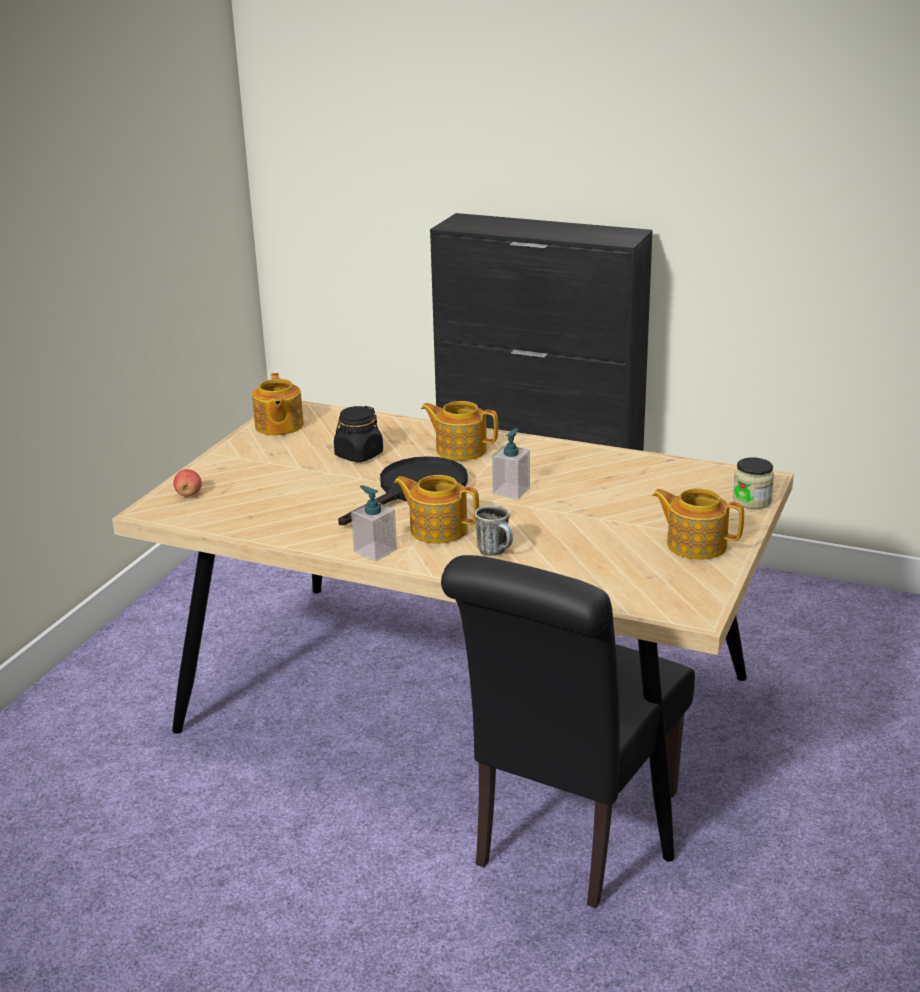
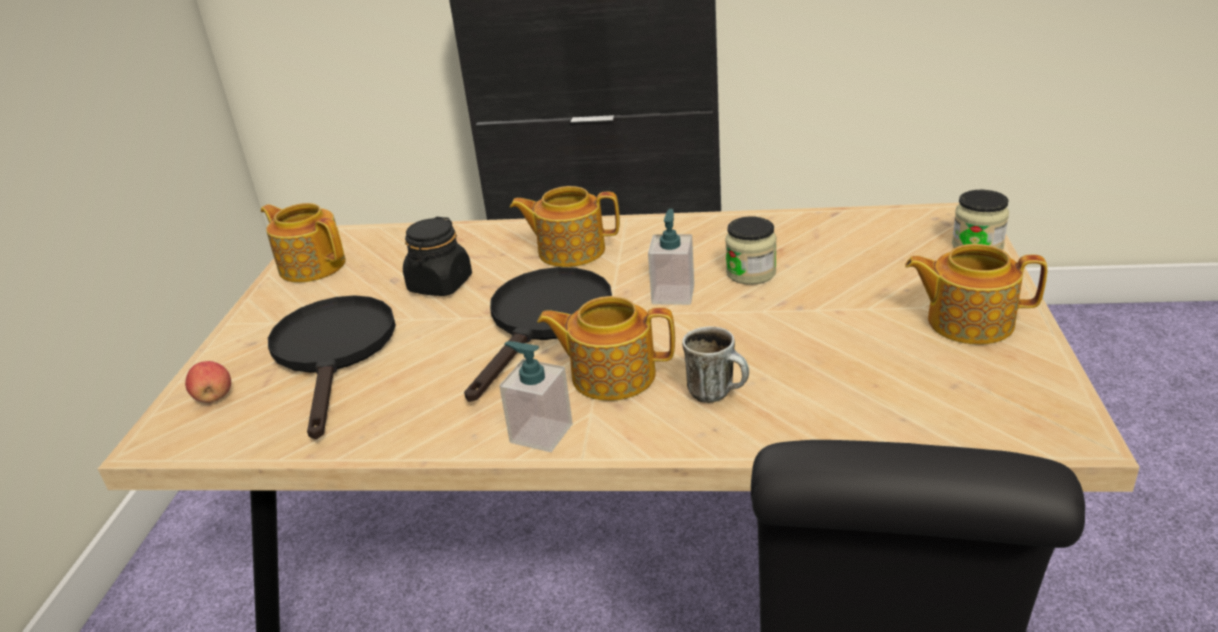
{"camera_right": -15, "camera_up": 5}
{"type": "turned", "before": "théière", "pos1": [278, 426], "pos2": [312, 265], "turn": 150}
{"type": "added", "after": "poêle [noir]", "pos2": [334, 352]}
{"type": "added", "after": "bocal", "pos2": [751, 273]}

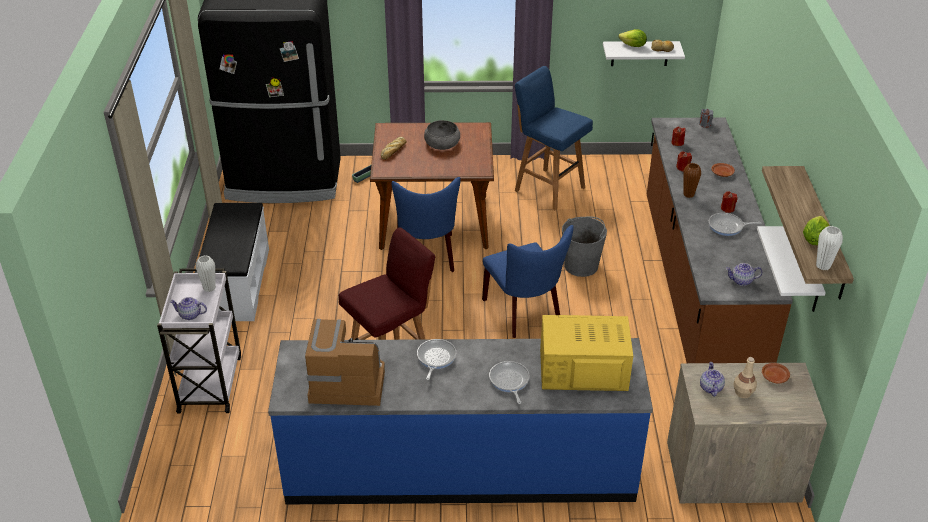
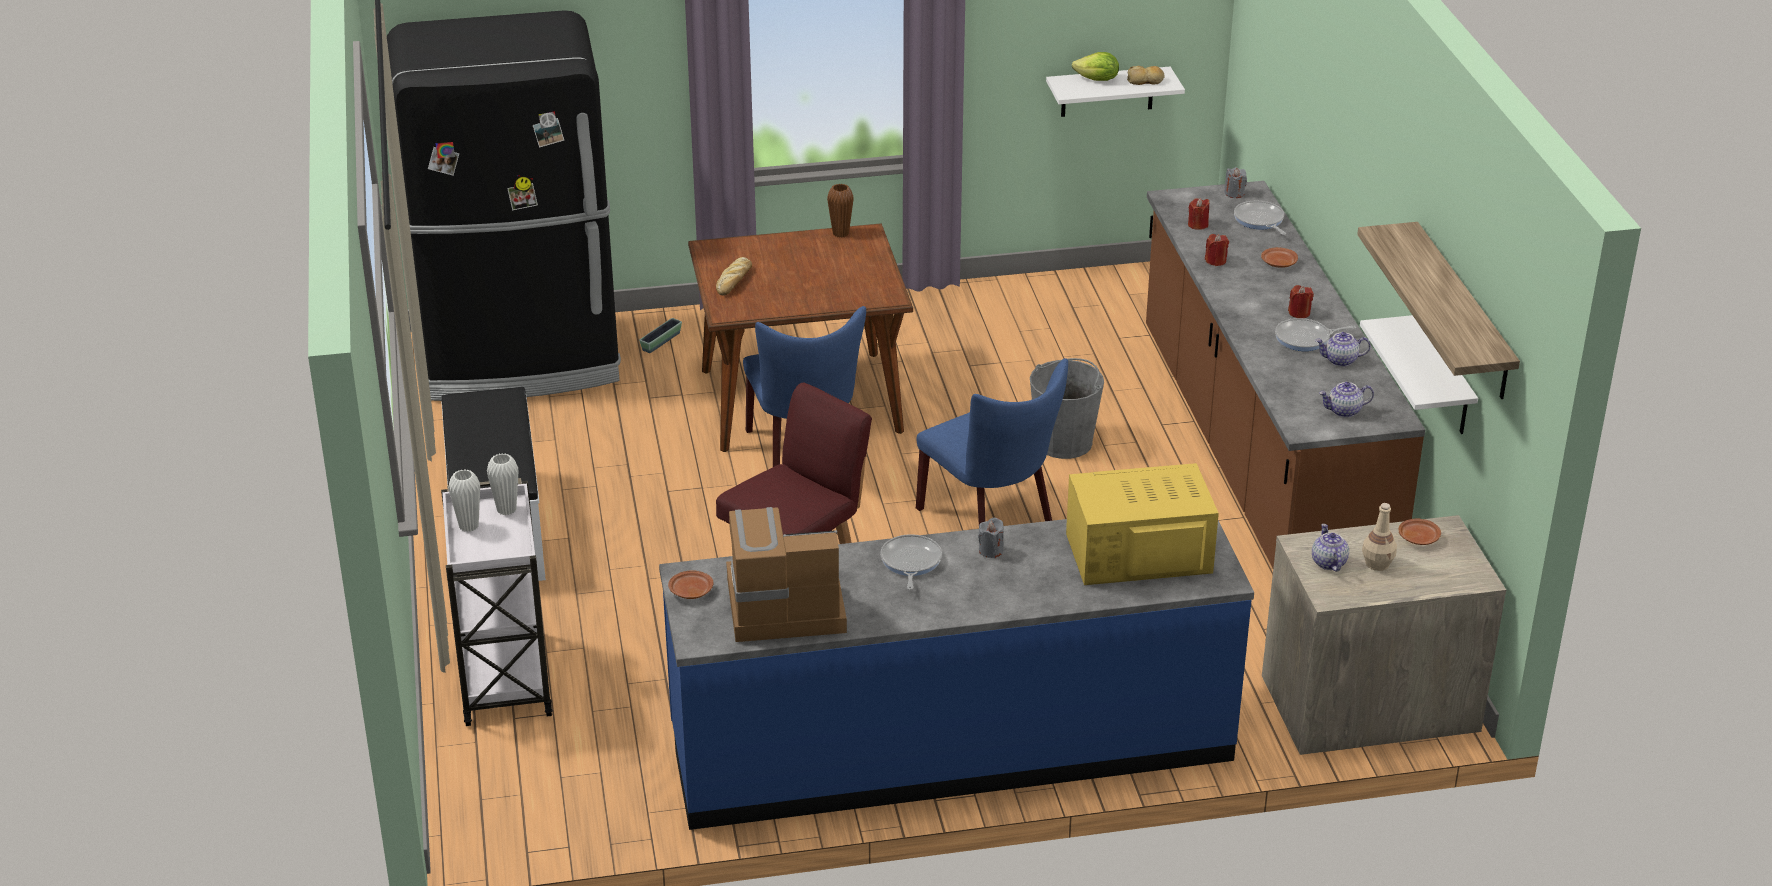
{"camera_right": -10, "camera_up": -5}
{"type": "moved", "before": "théière", "pos1": [190, 315], "pos2": [1340, 361]}
{"type": "removed", "before": "bol [gris]", "pos1": [442, 143]}
{"type": "moved", "before": "poêle", "pos1": [509, 381], "pos2": [1259, 220]}
{"type": "removed", "before": "tabouret [bleu]", "pos1": [548, 188]}
{"type": "moved", "before": "vase [marron]", "pos1": [688, 194], "pos2": [840, 233]}
{"type": "removed", "before": "laitue", "pos1": [814, 240]}
{"type": "moved", "before": "vase [blanc]", "pos1": [823, 266], "pos2": [469, 526]}
{"type": "added", "after": "assiette [marron]", "pos2": [690, 591]}
{"type": "added", "after": "bougie [gris]", "pos2": [991, 550]}

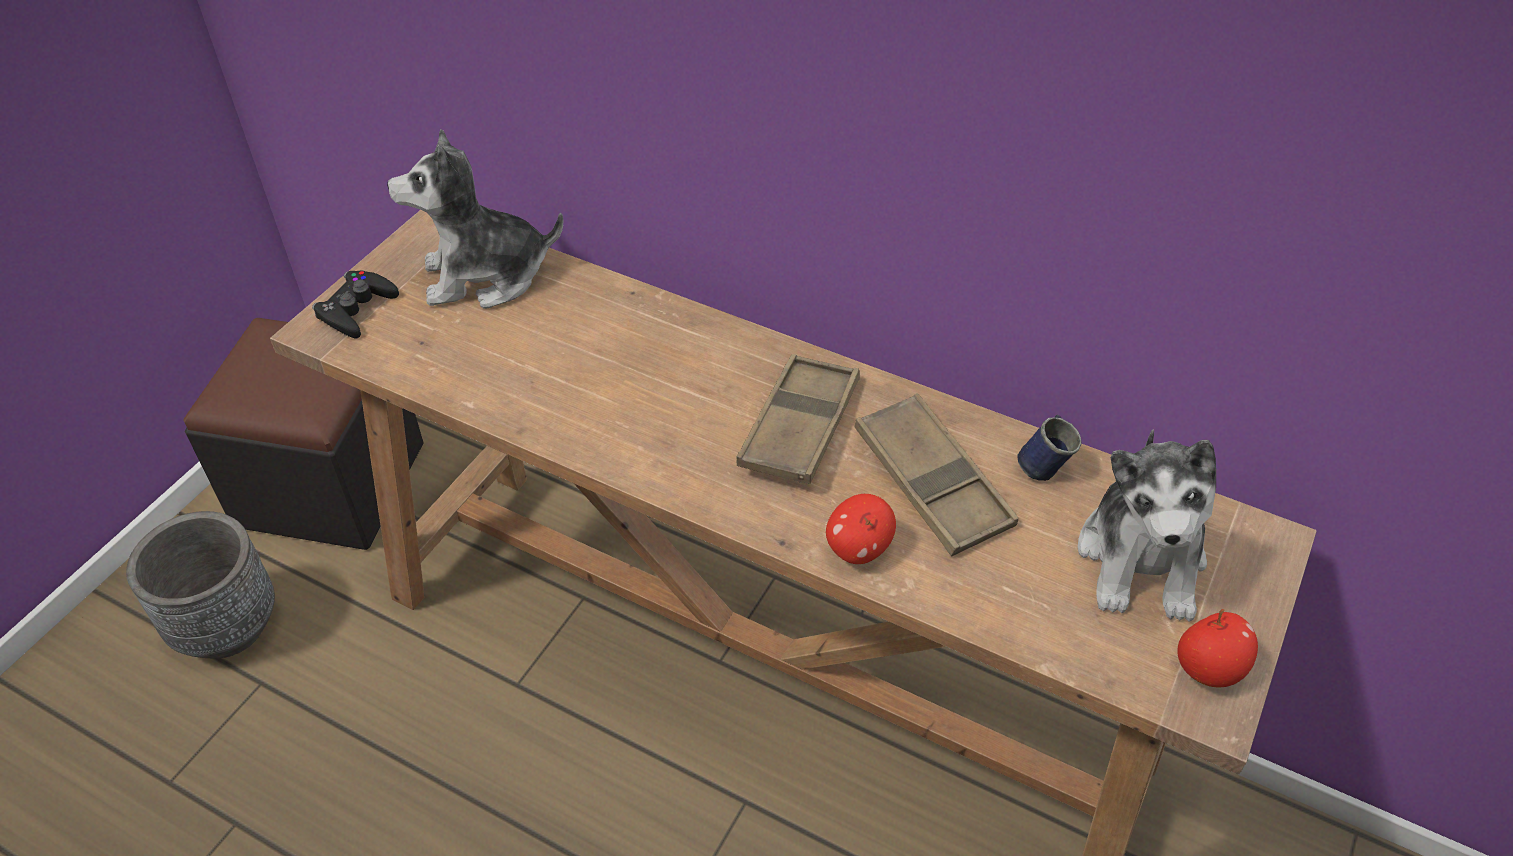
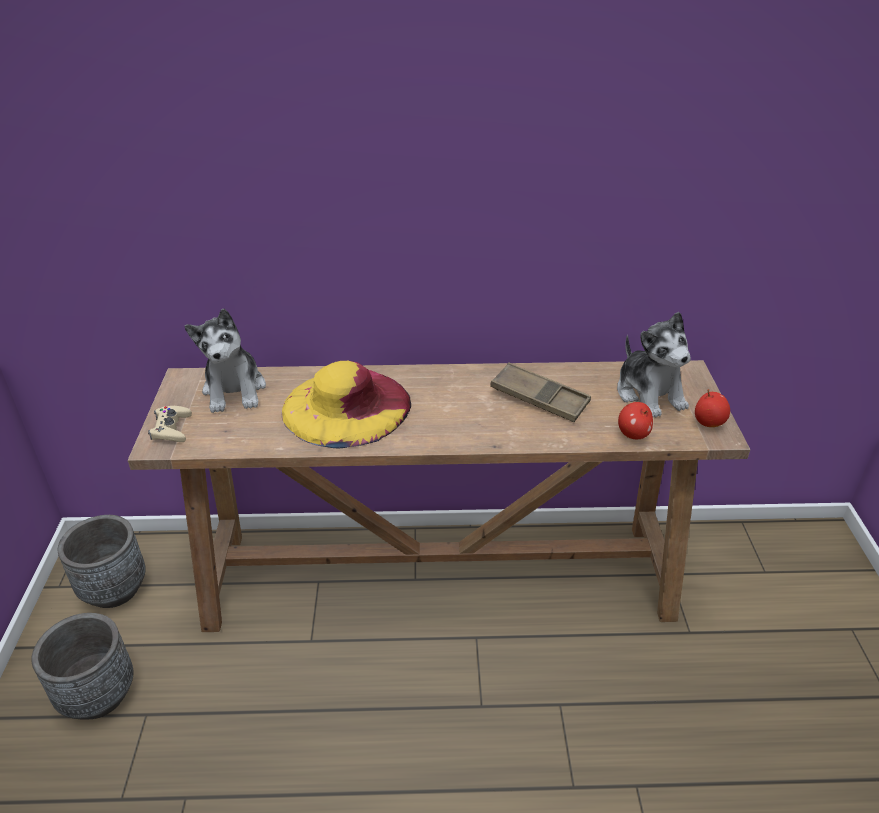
{"camera_right": -30, "camera_up": -10}
{"type": "replaced", "before": "pouf [noir]", "after": "cache-pot [gris]", "pos1": [330, 484], "pos2": [114, 589]}
{"type": "recoloured", "before": "manette [noir]", "after": "manette [beige]", "pos1": [357, 310], "pos2": [171, 429]}
{"type": "turned", "before": "peluche", "pos1": [485, 276], "pos2": [235, 390], "turn": -60}
{"type": "removed", "before": "plateau [marron]", "pos1": [799, 427]}
{"type": "moved", "before": "pomme", "pos1": [858, 548], "pos2": [633, 434]}
{"type": "removed", "before": "mug [bleu]", "pos1": [1044, 464]}
{"type": "added", "after": "chapeau [jaune]", "pos2": [346, 406]}

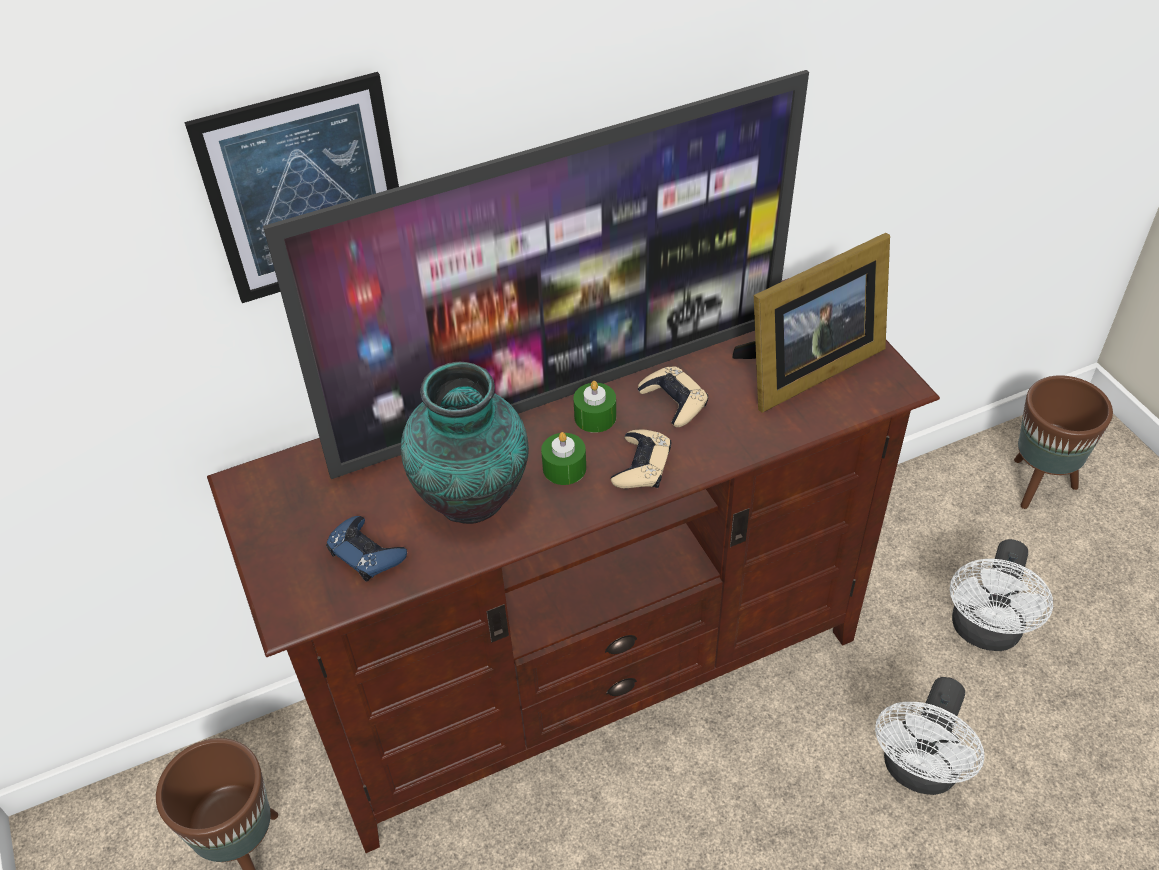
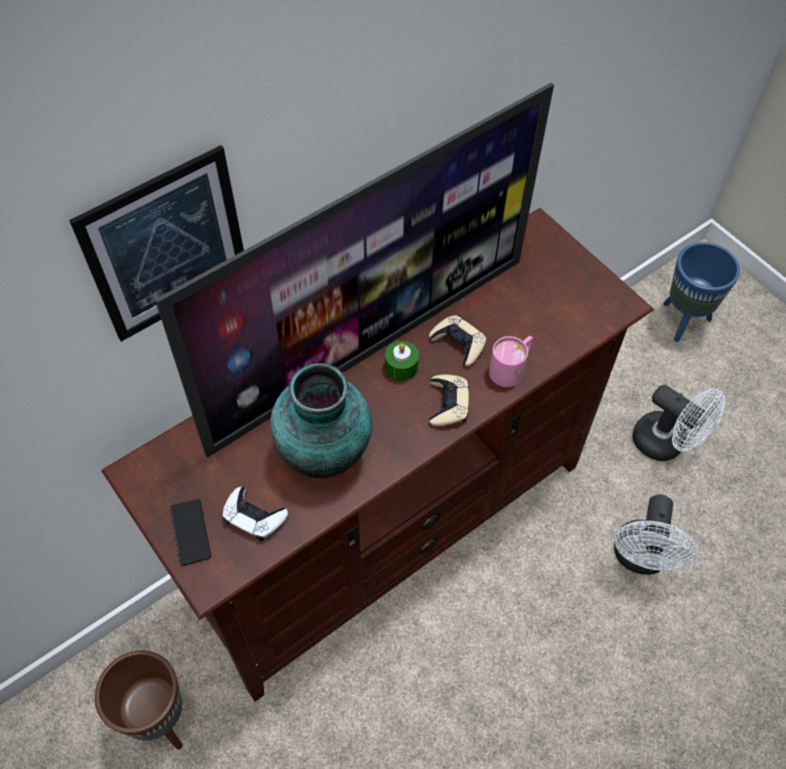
{"camera_right": -15, "camera_up": 10}
{"type": "recoloured", "before": "manette [bleu]", "after": "manette [blanc]", "pos1": [366, 553], "pos2": [254, 517]}
{"type": "removed", "before": "bougie [vert]", "pos1": [564, 468]}
{"type": "removed", "before": "cadre photo", "pos1": [805, 369]}
{"type": "turned", "before": "ventilateur [blanc]", "pos1": [985, 632], "pos2": [666, 444], "turn": -60}
{"type": "recoloured", "before": "cache-pot [marron]", "after": "cache-pot [bleu]", "pos1": [1037, 485], "pos2": [682, 321]}
{"type": "added", "after": "téléphone", "pos2": [190, 532]}
{"type": "added", "after": "mug [rose]", "pos2": [511, 368]}

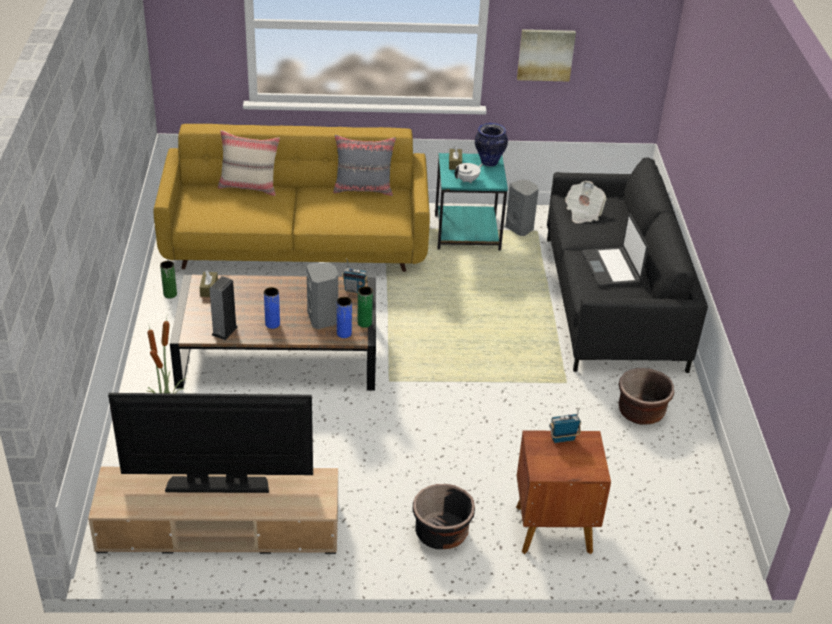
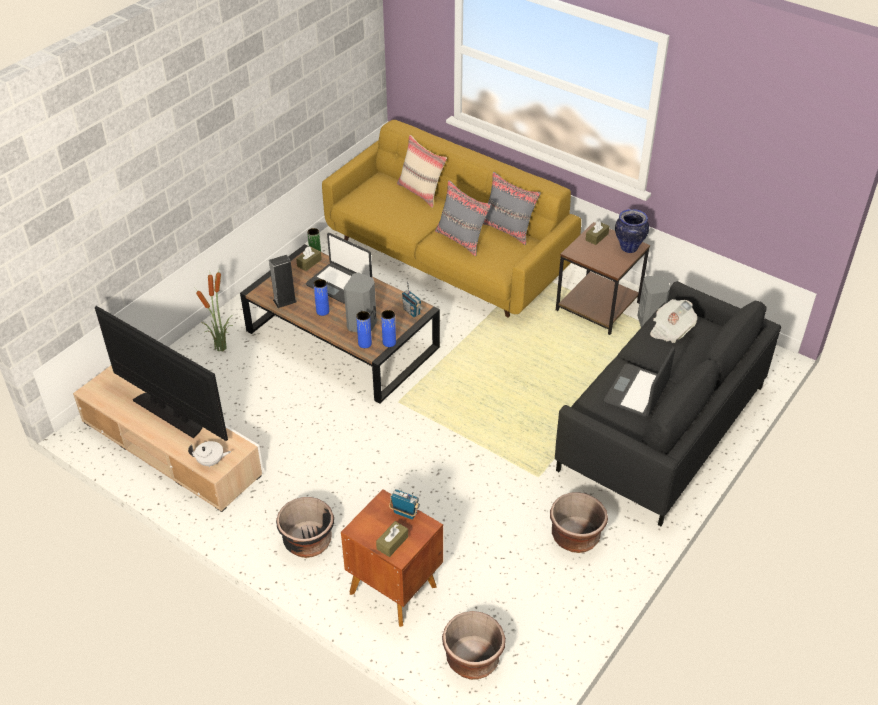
{"camera_right": 40, "camera_up": 5}
{"type": "recoloured", "before": "vase [vert]", "after": "vase [bleu]", "pos1": [364, 323], "pos2": [389, 342]}
{"type": "recoloured", "before": "table d'appoint [turquoise]", "after": "table d'appoint [marron]", "pos1": [468, 232], "pos2": [599, 306]}
{"type": "moved", "before": "théière [blanc]", "pos1": [467, 180], "pos2": [211, 461]}
{"type": "removed", "before": "tableau", "pos1": [545, 54]}
{"type": "added", "after": "ordinateur portable", "pos2": [339, 284]}
{"type": "added", "after": "boîte à mouchoirs [marron]", "pos2": [392, 543]}
{"type": "added", "after": "coussin [gris]", "pos2": [461, 239]}
{"type": "added", "after": "cache-pot [marron]", "pos2": [472, 659]}

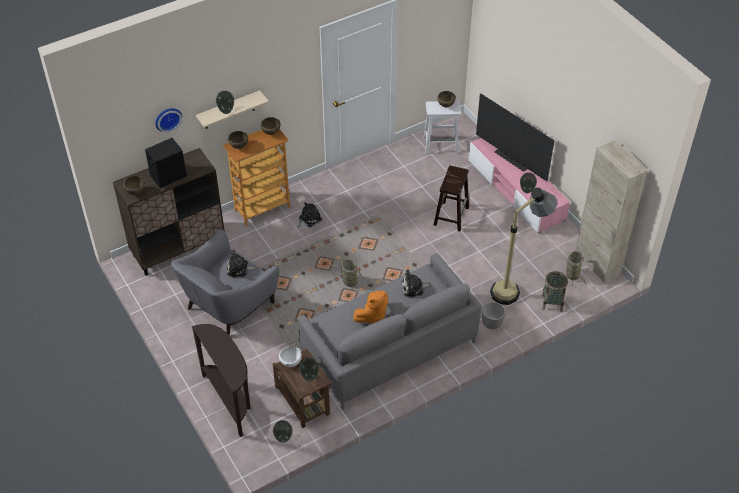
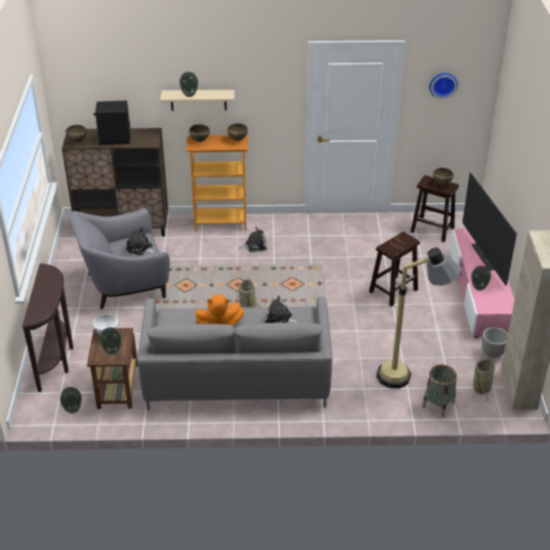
{"camera_right": 30, "camera_up": -10}
{"type": "moved", "before": "horloge murale", "pos1": [167, 118], "pos2": [443, 84]}
{"type": "recoloured", "before": "tabouret [blanc]", "after": "tabouret [marron]", "pos1": [441, 144], "pos2": [433, 229]}
{"type": "moved", "before": "cache-pot", "pos1": [491, 324], "pos2": [492, 353]}

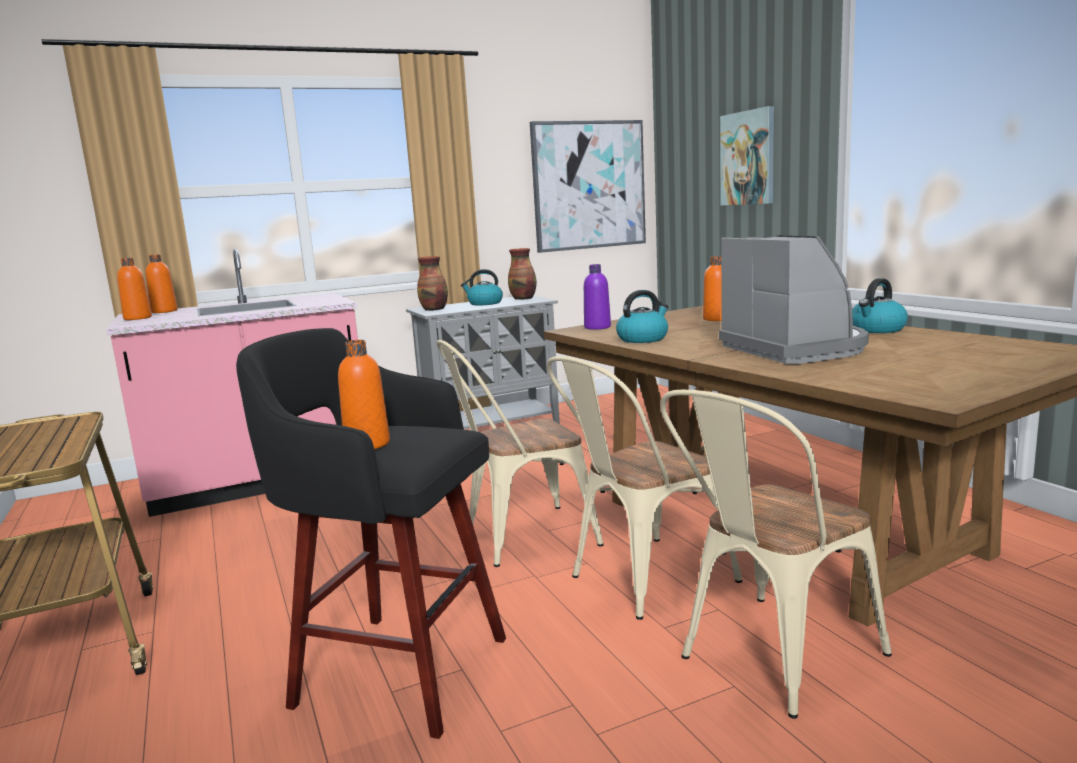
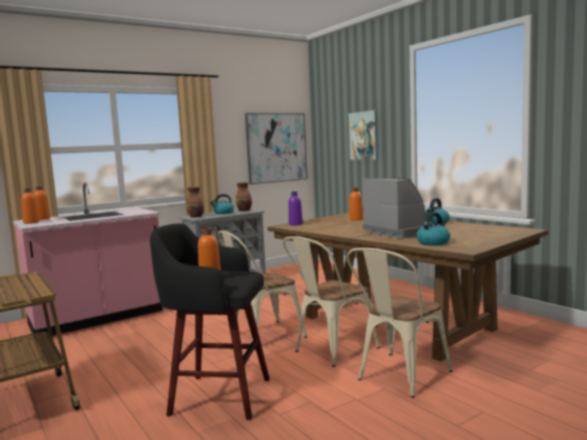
{"camera_right": -10, "camera_up": -5}
{"type": "moved", "before": "bouilloire", "pos1": [643, 339], "pos2": [433, 243]}

